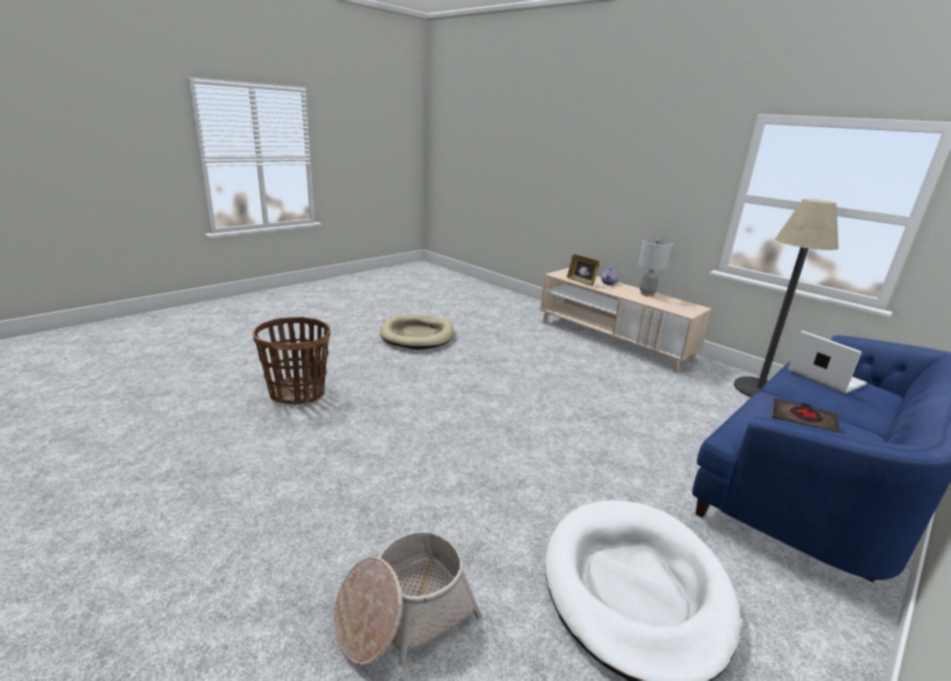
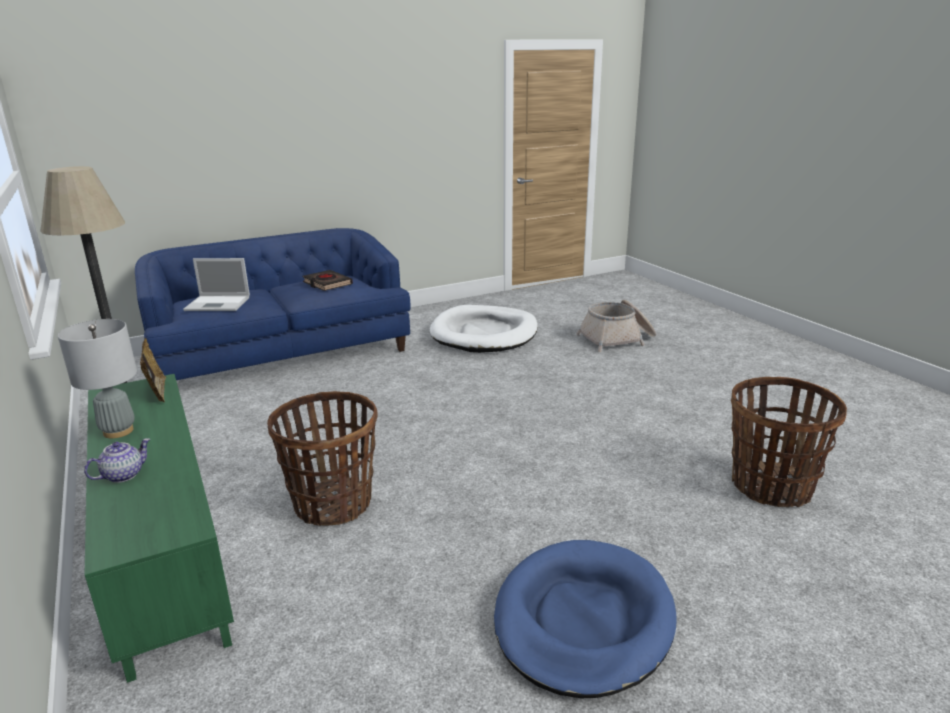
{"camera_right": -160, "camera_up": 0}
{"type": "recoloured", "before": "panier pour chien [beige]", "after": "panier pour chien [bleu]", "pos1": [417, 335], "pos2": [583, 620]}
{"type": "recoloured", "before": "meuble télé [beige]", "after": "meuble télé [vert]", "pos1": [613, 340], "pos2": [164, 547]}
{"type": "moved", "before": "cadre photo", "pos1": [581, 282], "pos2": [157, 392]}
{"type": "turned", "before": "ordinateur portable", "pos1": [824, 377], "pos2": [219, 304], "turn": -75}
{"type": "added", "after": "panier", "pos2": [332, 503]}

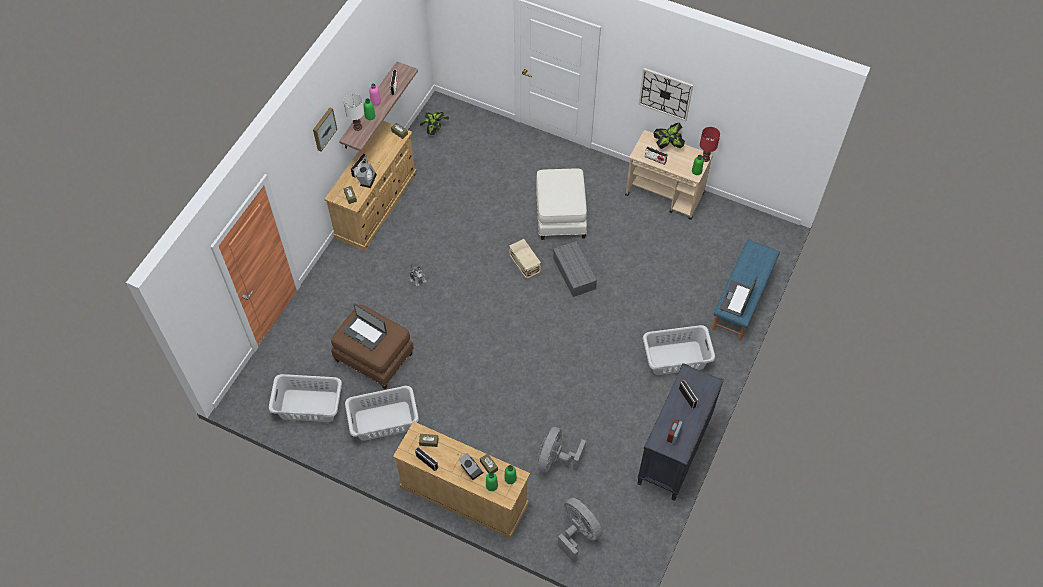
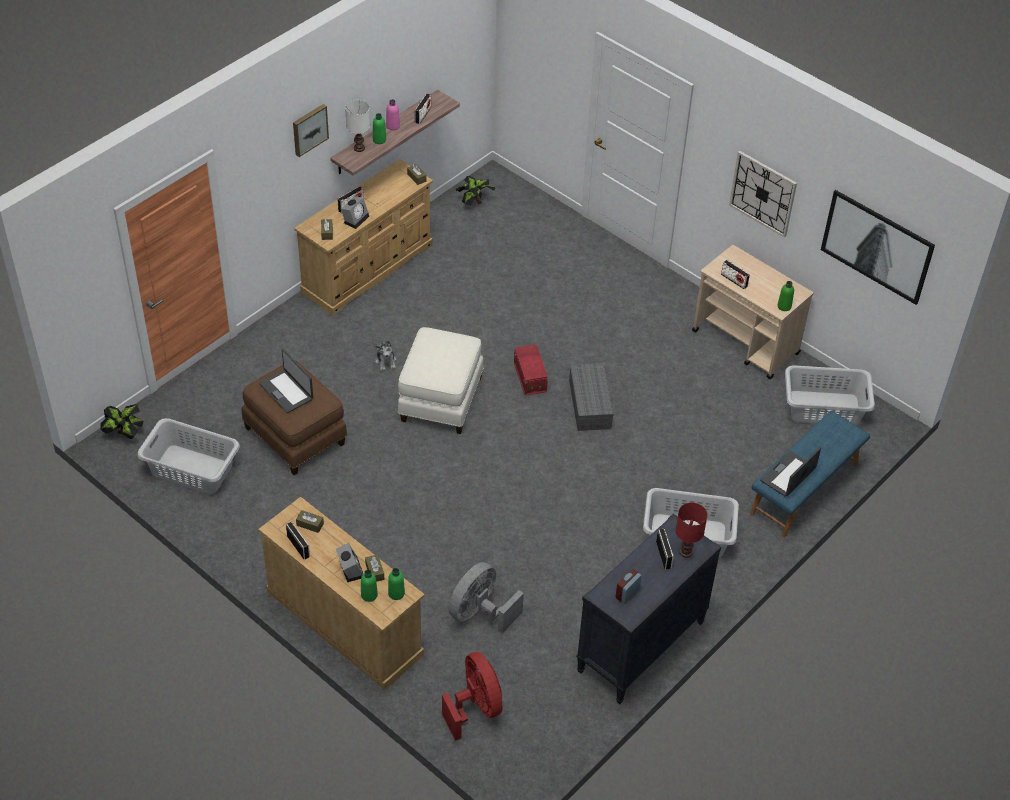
{"camera_right": 15, "camera_up": -10}
{"type": "moved", "before": "panier à linge [gris]", "pos1": [384, 421], "pos2": [824, 409]}
{"type": "recoloured", "before": "boîte de rangement [beige]", "after": "boîte de rangement [rouge]", "pos1": [525, 262], "pos2": [530, 376]}
{"type": "moved", "before": "pouf [blanc]", "pos1": [560, 216], "pos2": [440, 398]}
{"type": "recoloured", "before": "ventilateur [gris]", "after": "ventilateur [rouge]", "pos1": [578, 533], "pos2": [475, 707]}
{"type": "moved", "before": "plante en pot", "pos1": [668, 146], "pos2": [124, 434]}
{"type": "moved", "before": "lampe de table [rouge]", "pos1": [705, 158], "pos2": [685, 552]}
{"type": "added", "after": "tableau", "pos2": [876, 246]}

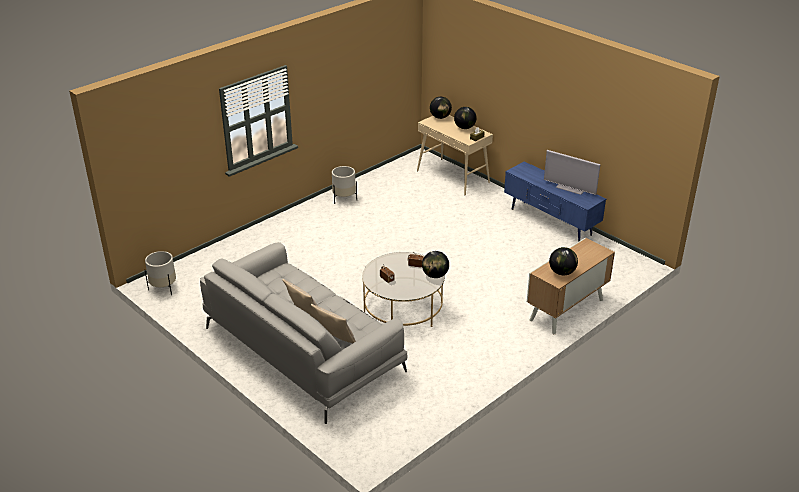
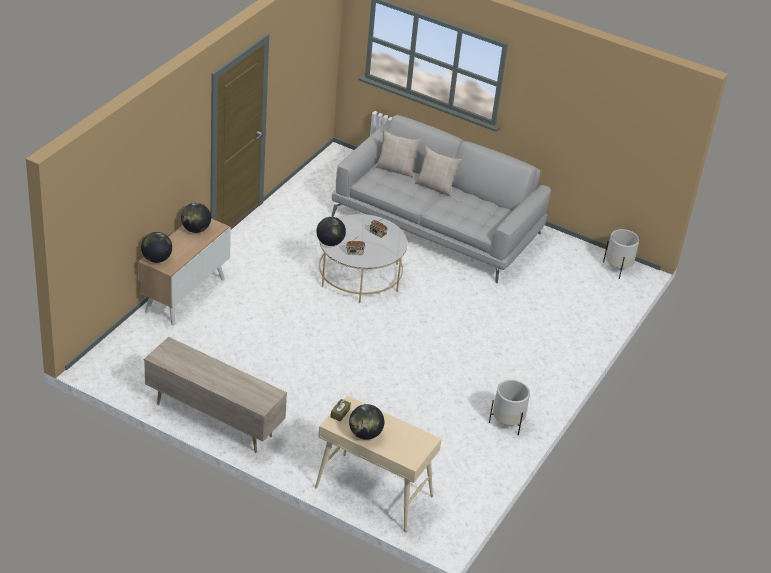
{"camera_right": 160, "camera_up": 5}
{"type": "moved", "before": "globe", "pos1": [440, 117], "pos2": [156, 259]}
{"type": "recoloured", "before": "meuble télé [bleu]", "after": "meuble télé [beige]", "pos1": [550, 222], "pos2": [214, 420]}
{"type": "removed", "before": "téléviseur", "pos1": [570, 188]}

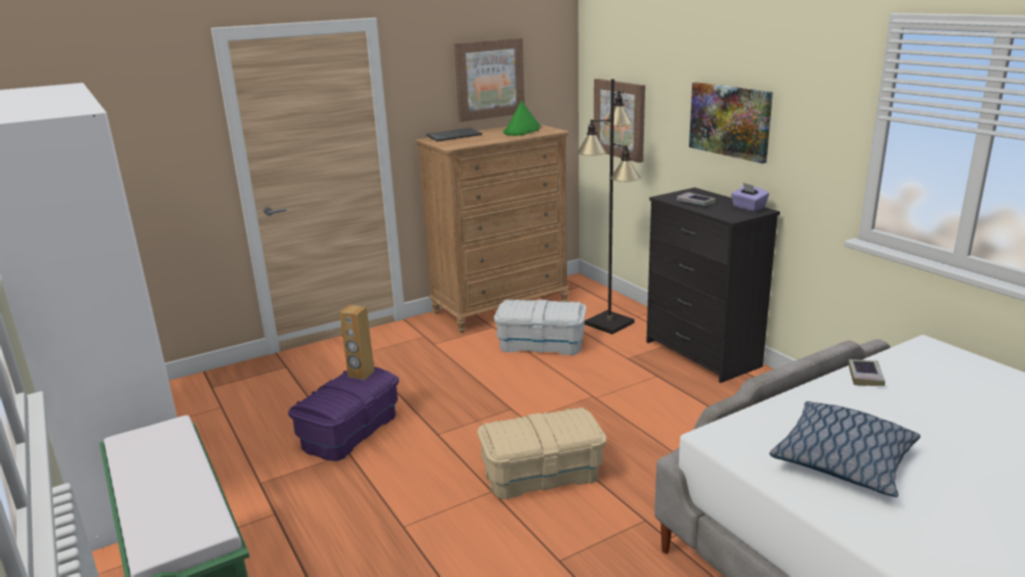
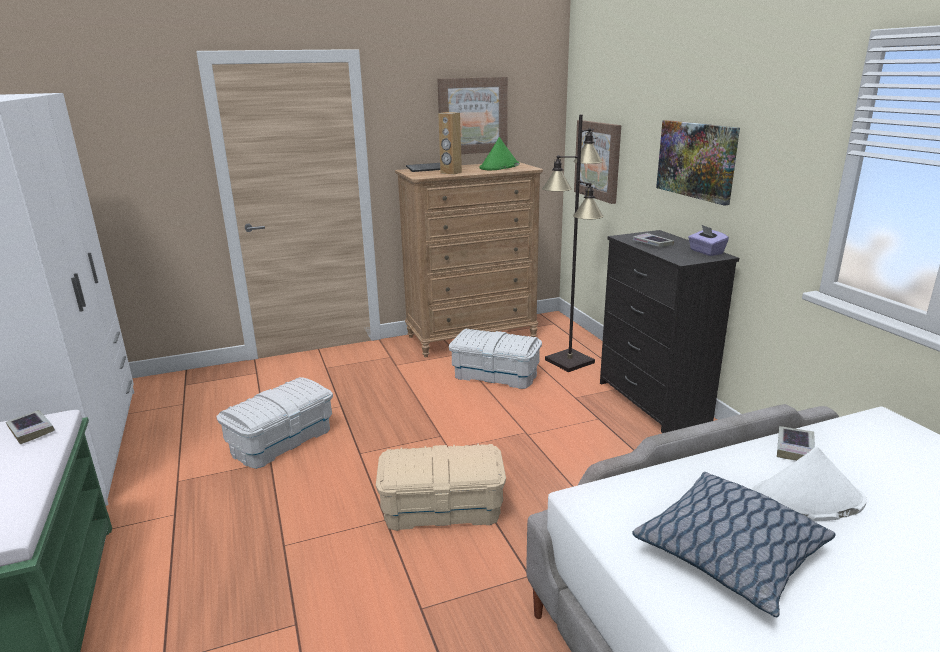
{"camera_right": 10, "camera_up": 0}
{"type": "recoloured", "before": "boîte de rangement [violet]", "after": "boîte de rangement [blanc]", "pos1": [350, 431], "pos2": [281, 440]}
{"type": "moved", "before": "enceinte [marron]", "pos1": [361, 374], "pos2": [451, 173]}
{"type": "added", "after": "livre", "pos2": [31, 430]}
{"type": "added", "after": "chapeau [blanc]", "pos2": [806, 500]}

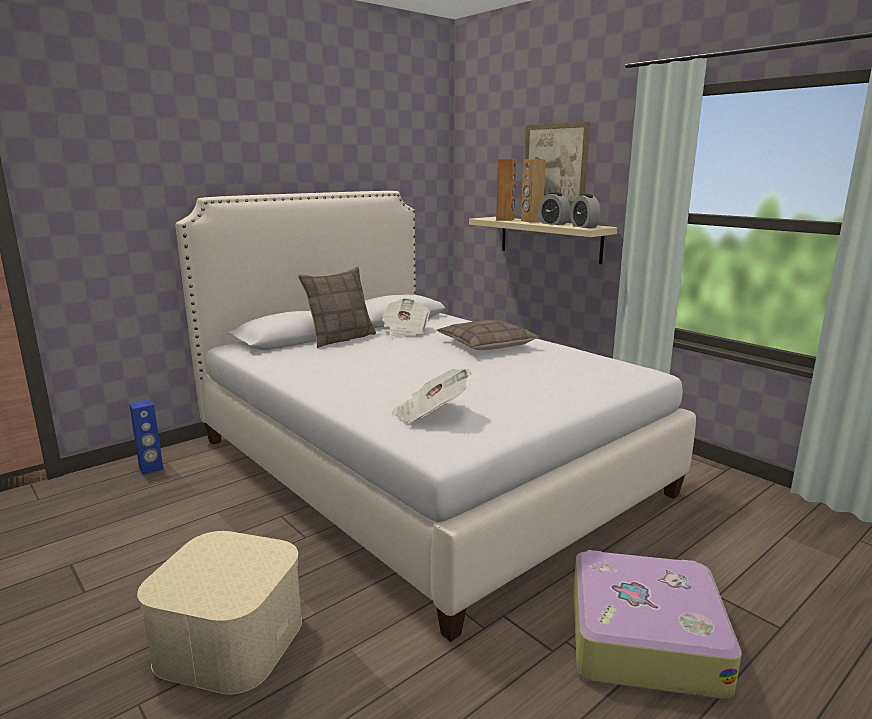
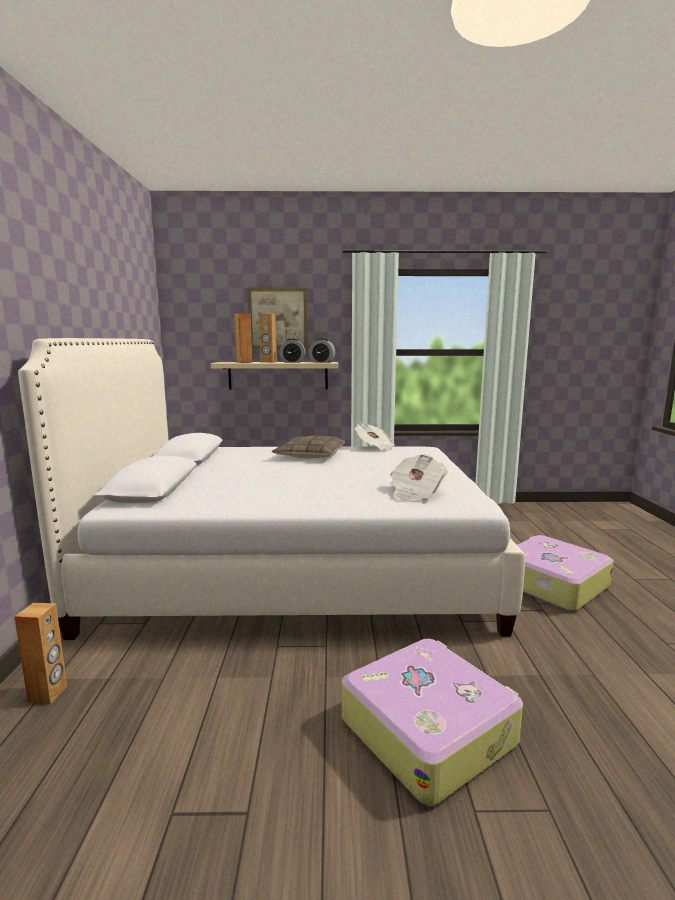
{"camera_right": -50, "camera_up": -5}
{"type": "recoloured", "before": "enceinte [bleu]", "after": "enceinte [marron]", "pos1": [151, 468], "pos2": [48, 694]}
{"type": "replaced", "before": "boîte de rangement [beige]", "after": "valise", "pos1": [229, 639], "pos2": [428, 729]}
{"type": "removed", "before": "coussin", "pos1": [340, 338]}
{"type": "moved", "before": "journal", "pos1": [405, 331], "pos2": [375, 447]}

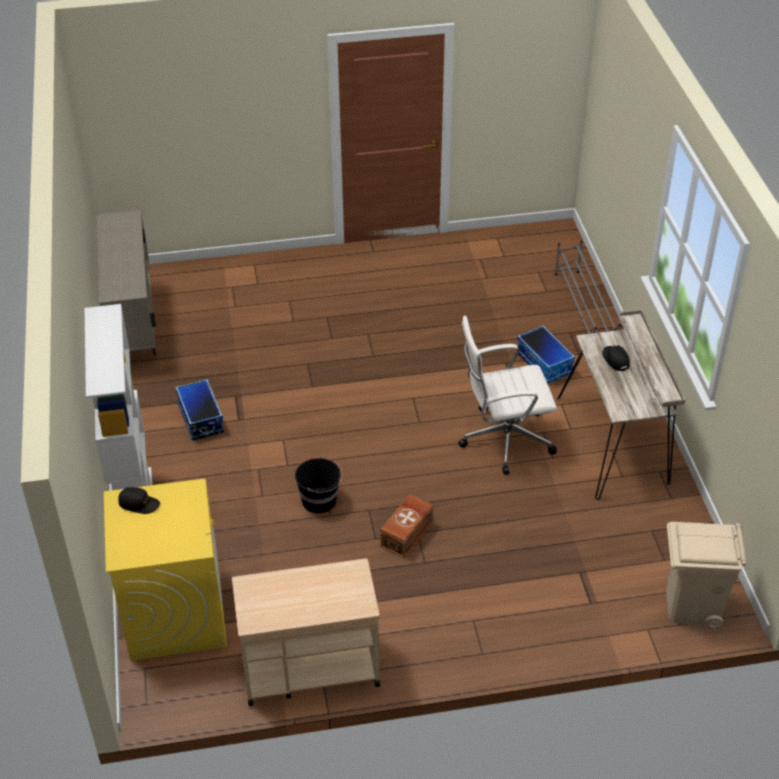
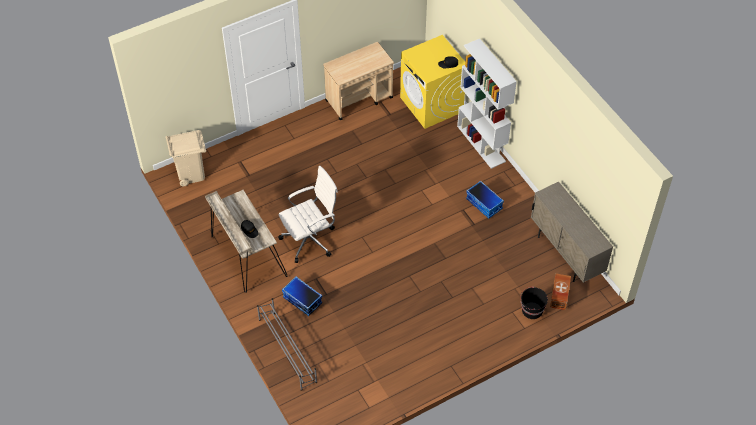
{"camera_right": 160, "camera_up": 10}
{"type": "moved", "before": "seau [noir]", "pos1": [320, 500], "pos2": [531, 310]}
{"type": "moved", "before": "boîte de rangement [marron]", "pos1": [408, 534], "pos2": [559, 296]}

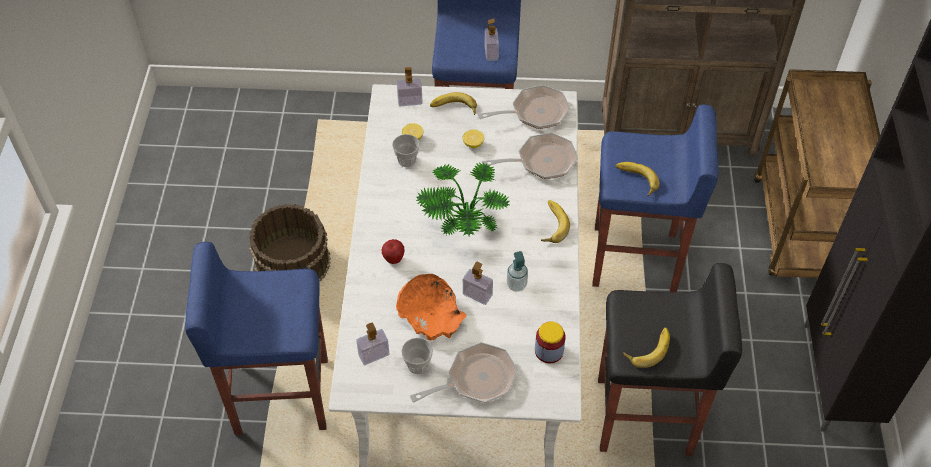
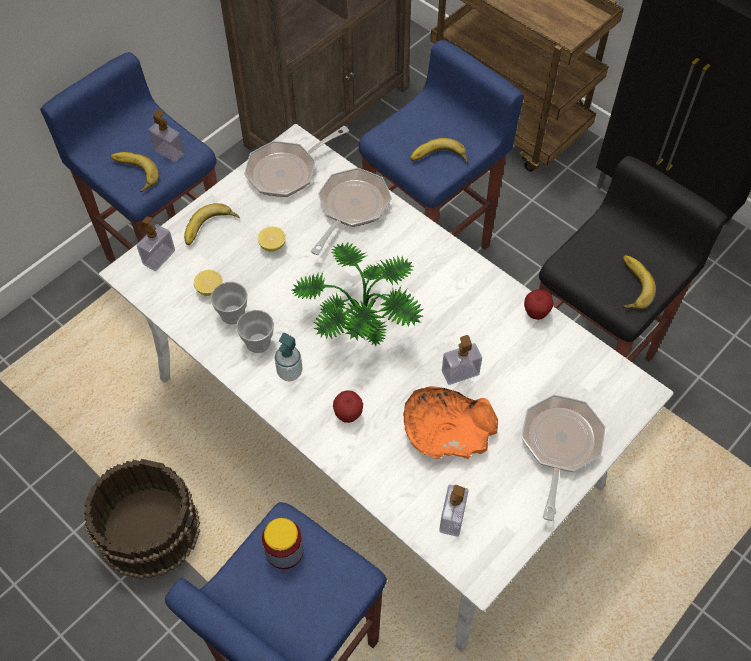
{"camera_right": -50, "camera_up": 5}
{"type": "moved", "before": "tasse", "pos1": [418, 365], "pos2": [258, 342]}
{"type": "turned", "before": "poêle", "pos1": [534, 112], "pos2": [287, 171], "turn": -150}
{"type": "moved", "before": "distributeur de savon", "pos1": [516, 285], "pos2": [290, 372]}
{"type": "moved", "before": "bocal", "pos1": [549, 351], "pos2": [284, 550]}
{"type": "moved", "before": "banane", "pos1": [550, 224], "pos2": [133, 174]}
{"type": "added", "after": "pomme", "pos2": [536, 313]}

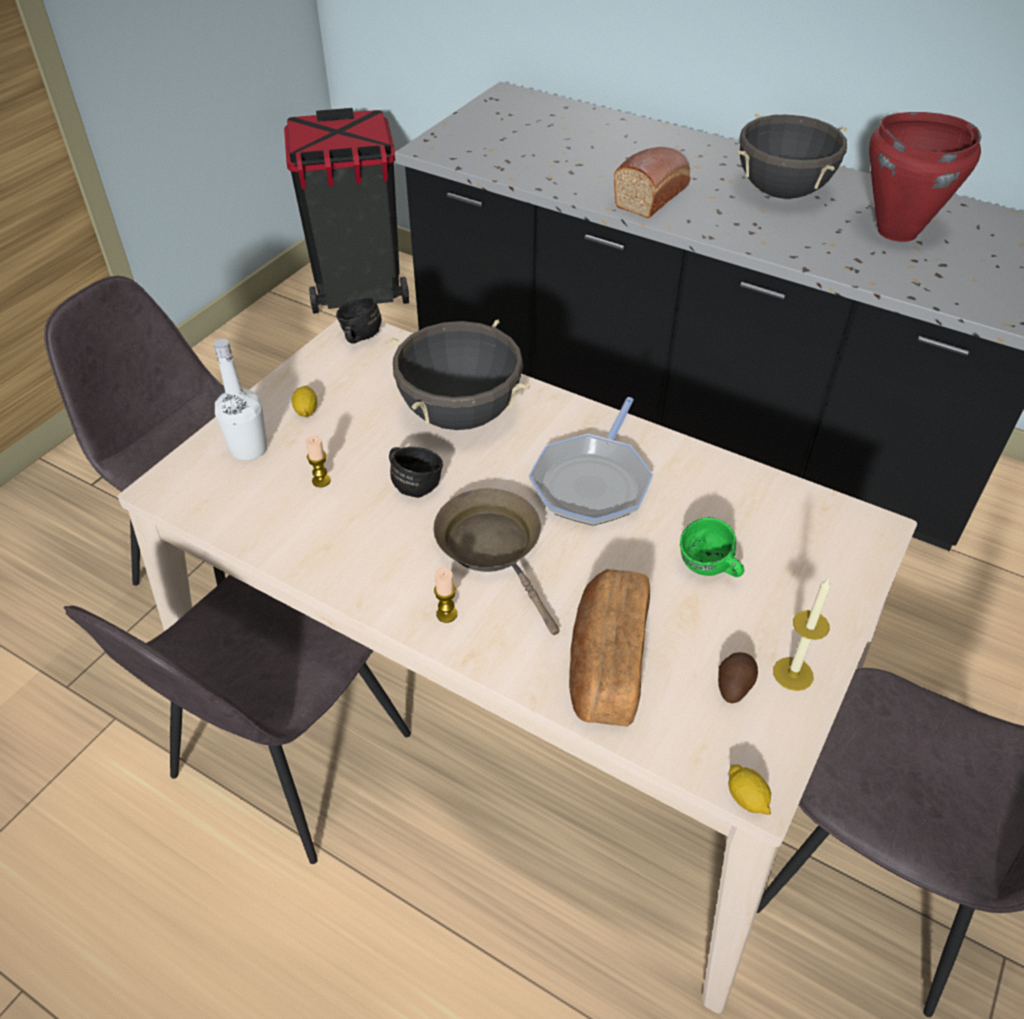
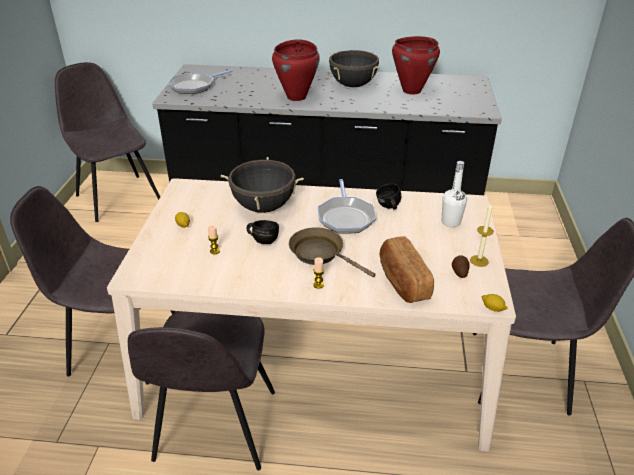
{"camera_right": -25, "camera_up": -10}
{"type": "moved", "before": "bouteille [blanc]", "pos1": [249, 449], "pos2": [451, 222]}
{"type": "replaced", "before": "poubelle [noir]", "after": "chaise [gris]", "pos1": [359, 293], "pos2": [117, 196]}
{"type": "moved", "before": "mug [noir]", "pos1": [358, 338], "pos2": [388, 207]}
{"type": "replaced", "before": "pain", "after": "marmite [rouge]", "pos1": [653, 195], "pos2": [297, 97]}
{"type": "removed", "before": "mug [vert]", "pos1": [708, 570]}
{"type": "added", "after": "poêle", "pos2": [194, 86]}

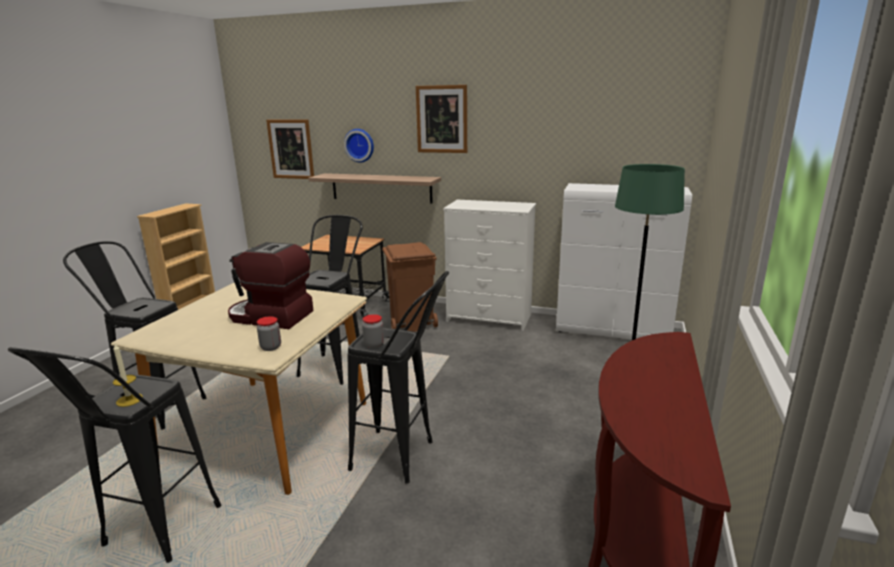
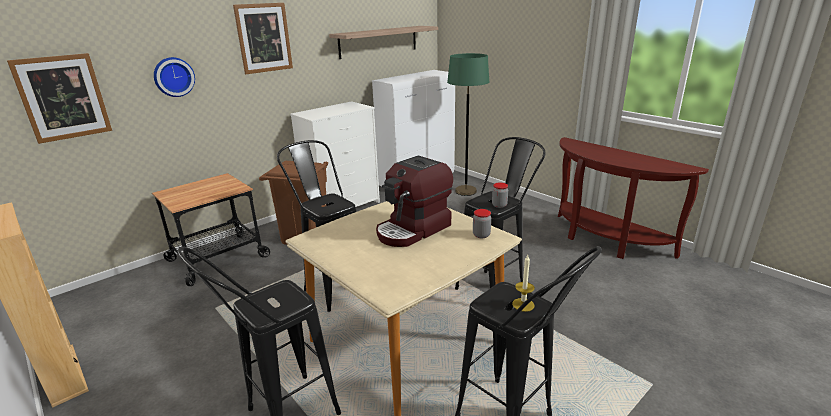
{"camera_right": -60, "camera_up": 5}
{"type": "moved", "before": "étagère", "pos1": [381, 188], "pos2": [378, 41]}

